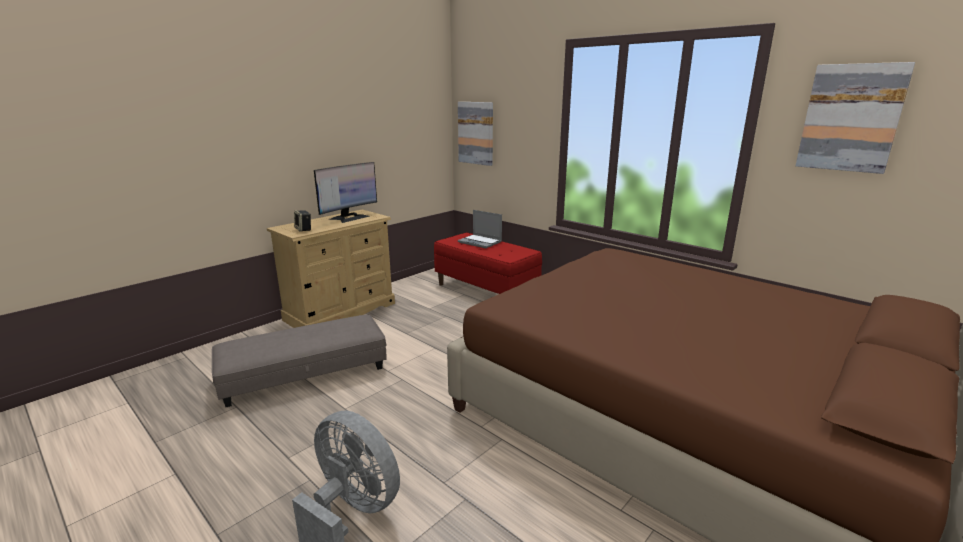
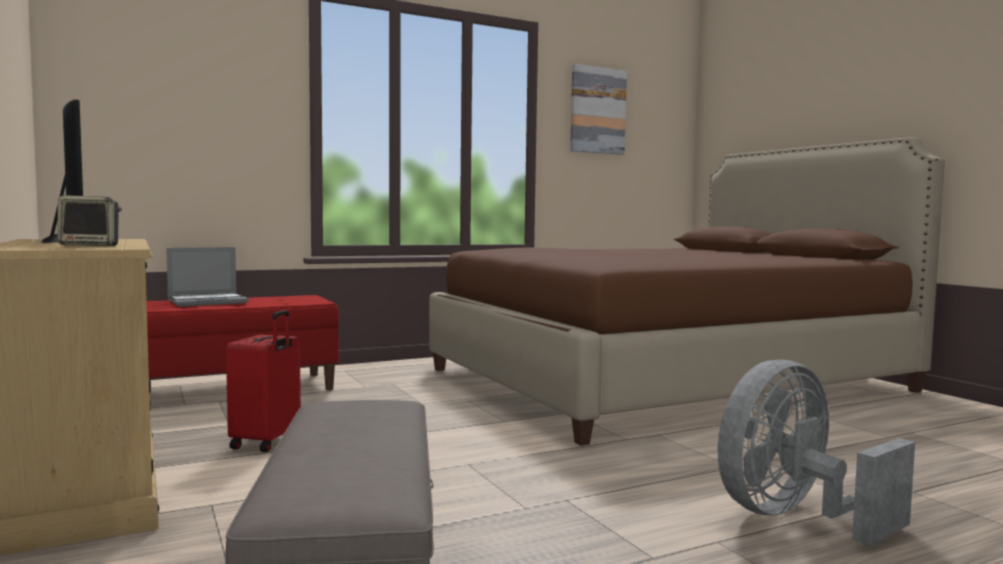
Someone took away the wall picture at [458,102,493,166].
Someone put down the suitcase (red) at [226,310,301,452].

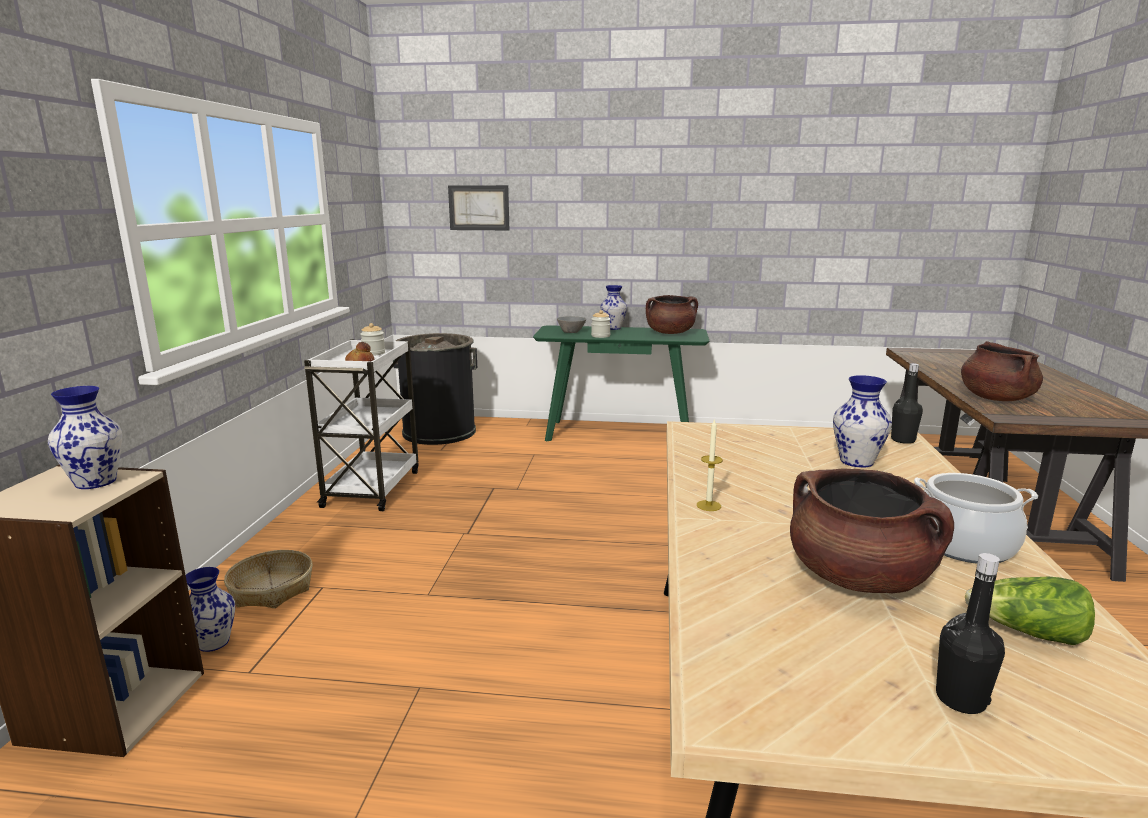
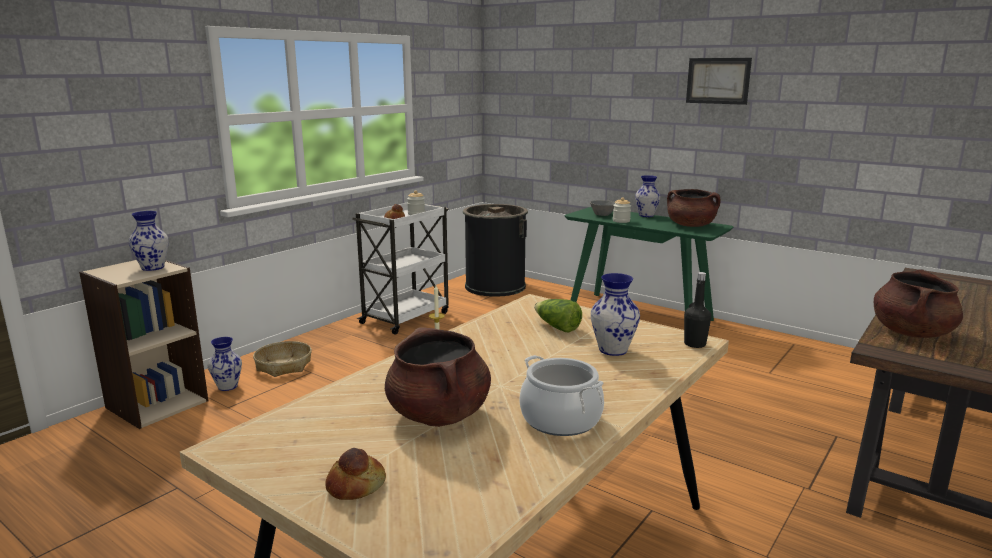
Someone carried the wall picture from [448,185,509,230] to [686,58,752,105].
Someone carried the head of lettuce from [965,577,1095,645] to [534,299,582,333].
Someone swapped the bottle (black-coloured) at [936,553,1005,714] for the baked bread at [325,448,386,500].

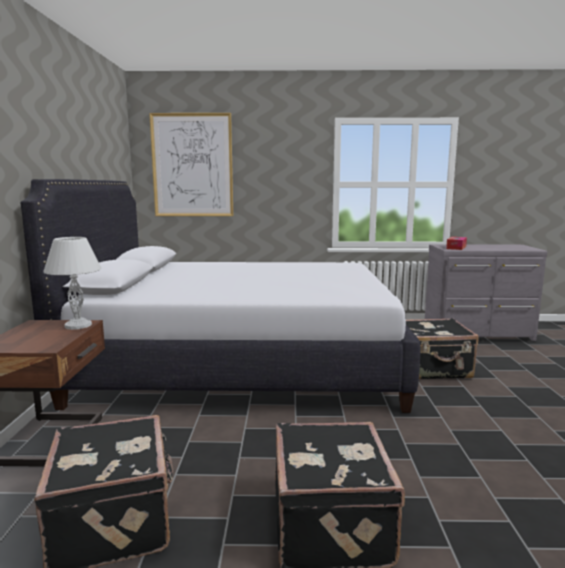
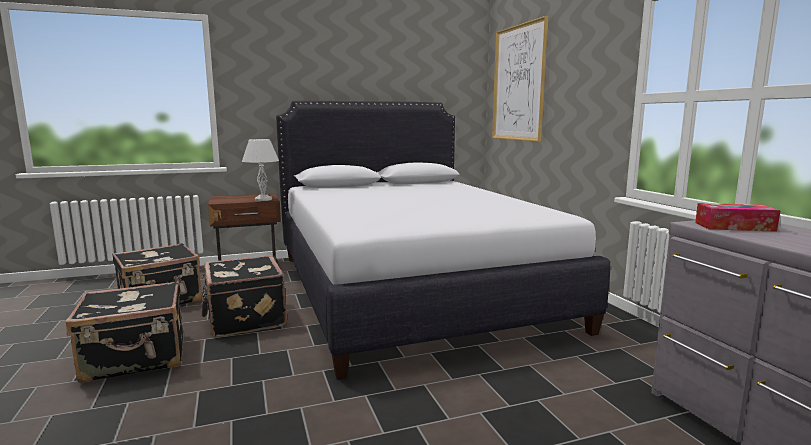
Someone carried the suitcase (black-coloured) from [406,318,479,379] to [202,255,287,337].

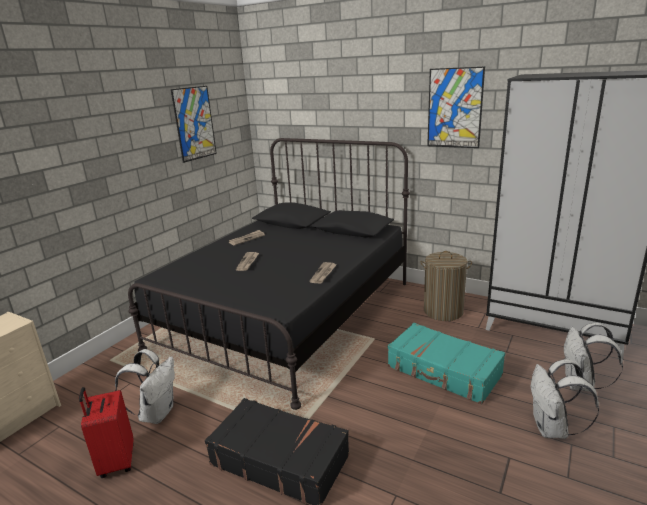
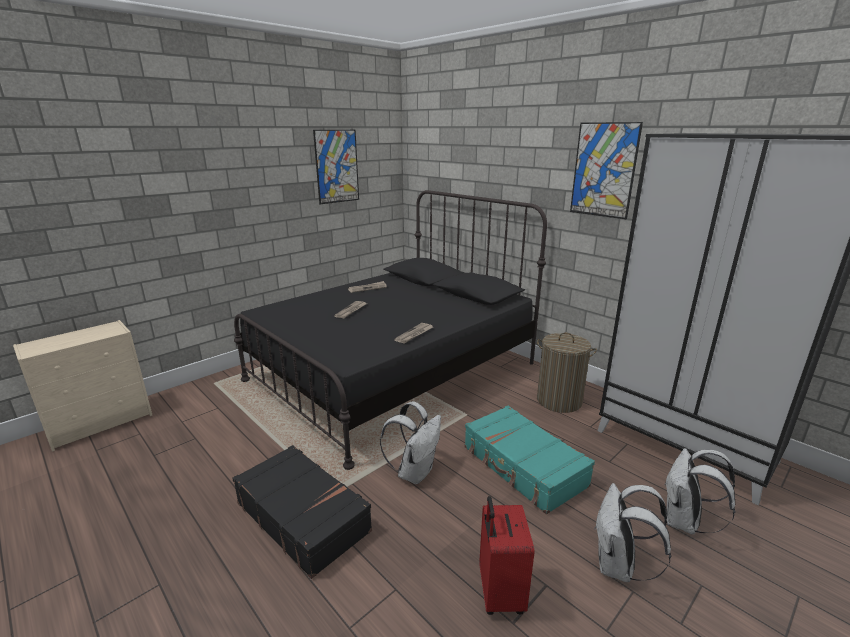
Someone carried the suitcase (red) from [79,387,134,478] to [479,496,534,615].
Someone carried the knapsack (whitish) from [115,349,175,424] to [380,401,441,484].

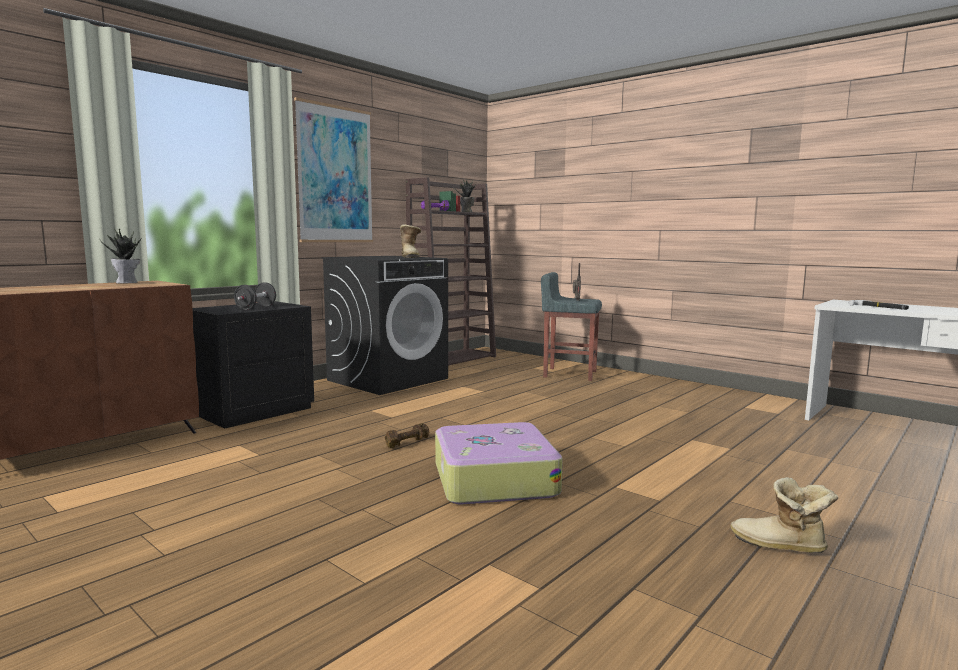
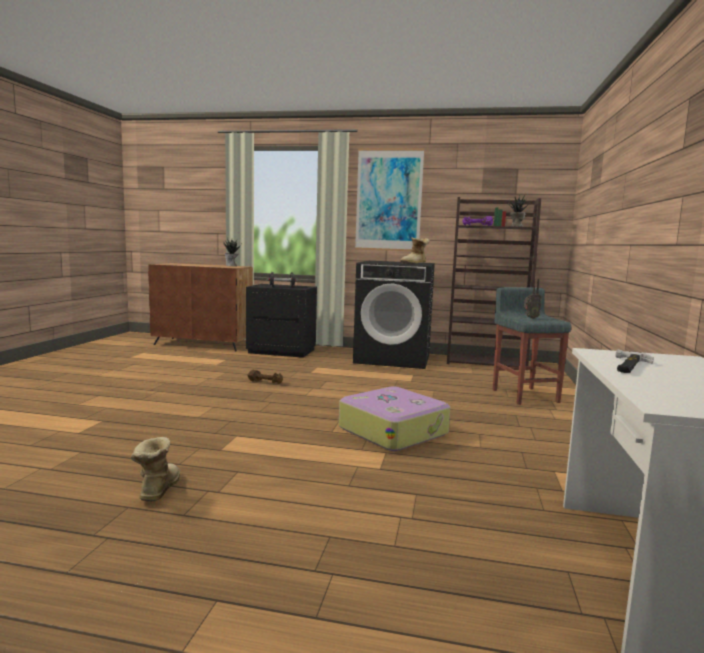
Someone carried the suitcase from [435,422,563,504] to [339,386,450,451].

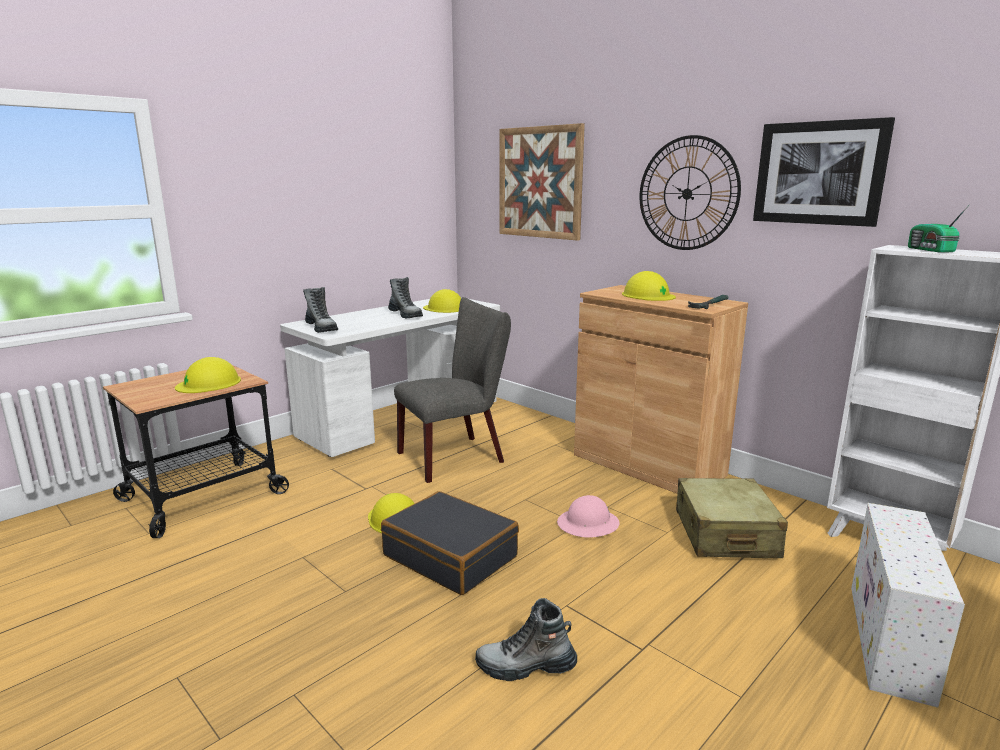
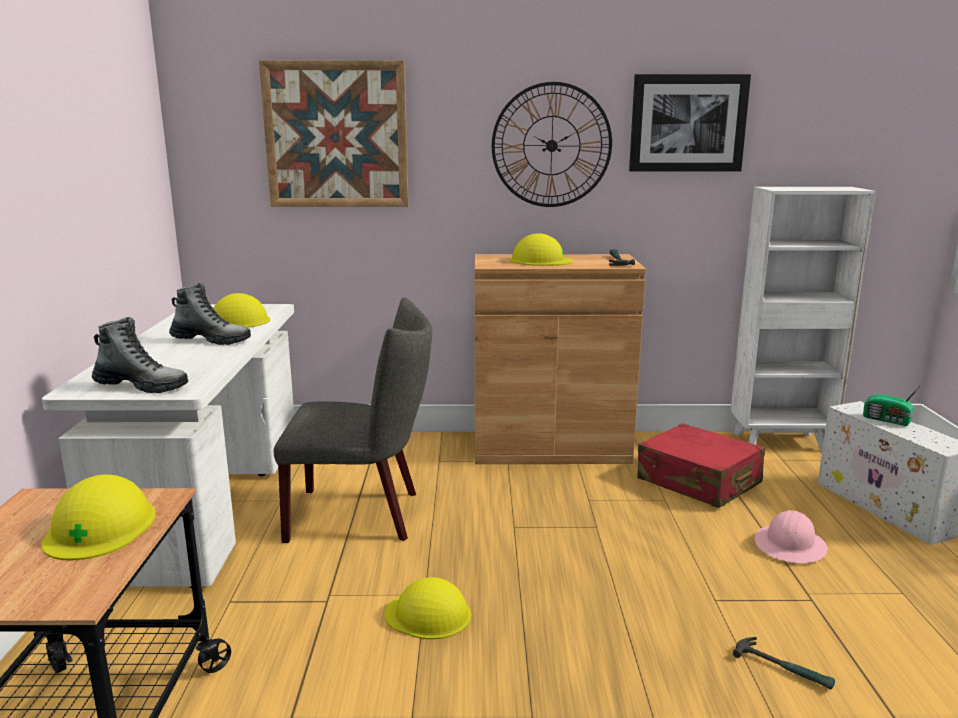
Someone took away the suitcase (black-coloured) at [381,491,519,595].
Someone carried the work helmet (pink-coloured) from [557,495,620,538] to [755,510,828,563].
Someone carried the radio set from [908,204,970,253] to [863,384,922,426].
Someone swapped the high-top boot at [475,598,577,681] for the hammer at [733,637,835,689].
Someone repainted the suitcase (beige-coloured) at [676,478,788,558], which became the suitcase (red) at [637,423,765,508].
Someone rotated the chair (greyish) at [394,297,511,483] by 75 degrees clockwise.

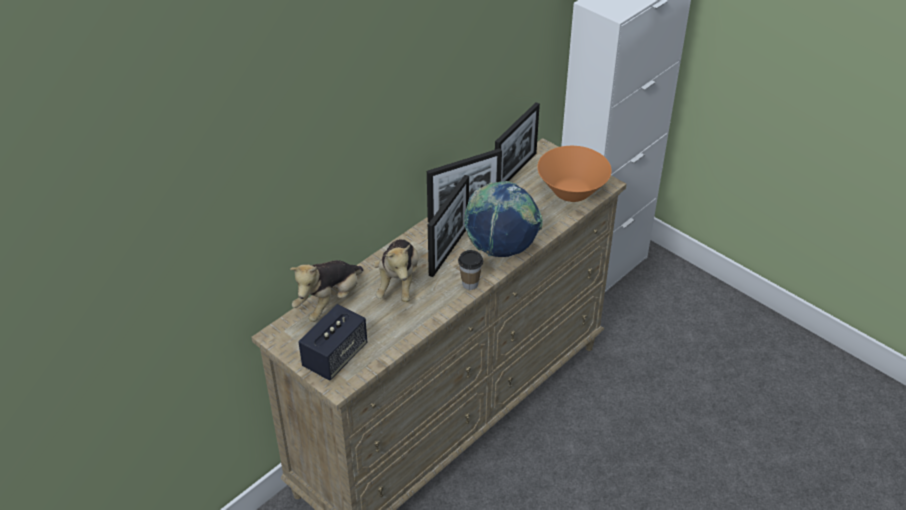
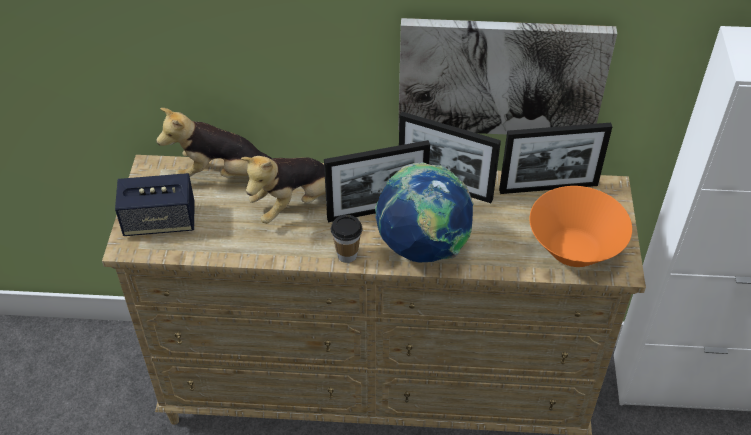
Someone put up the wall picture at [398,18,617,135].

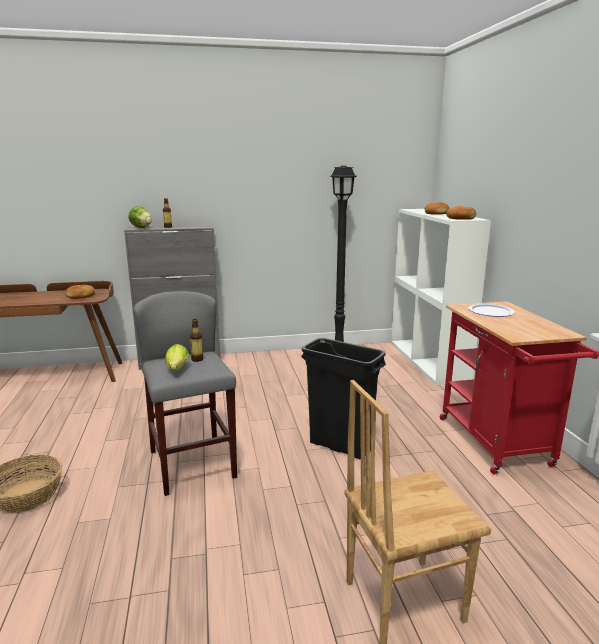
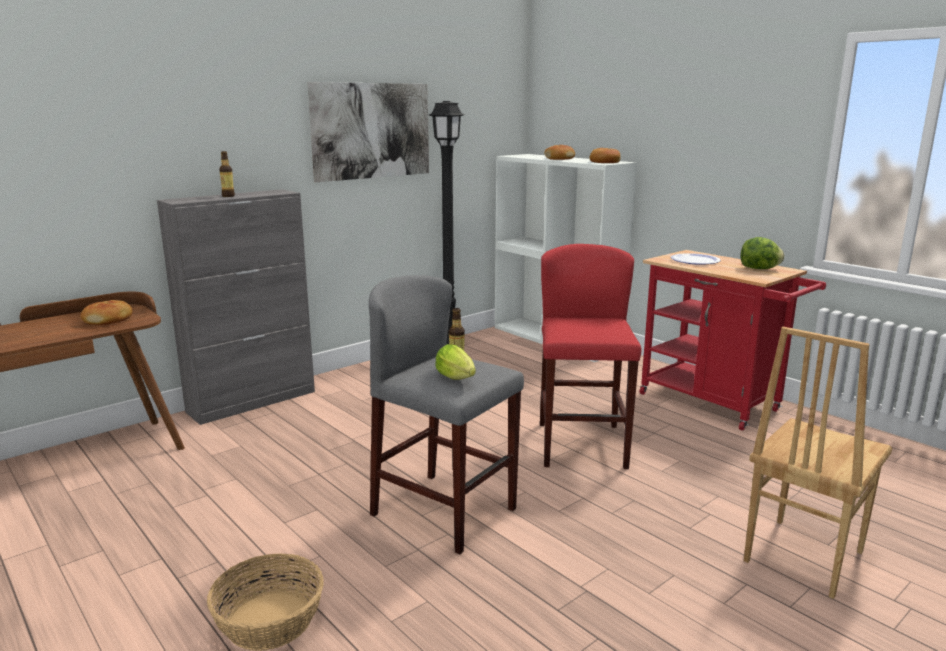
Someone put up the wall picture at [307,82,429,182].
Someone carried the head of lettuce from [128,206,152,228] to [741,237,784,269].
Someone swapped the rubbish bin (black-coloured) at [302,338,386,460] for the stool seat (red) at [540,244,642,469].

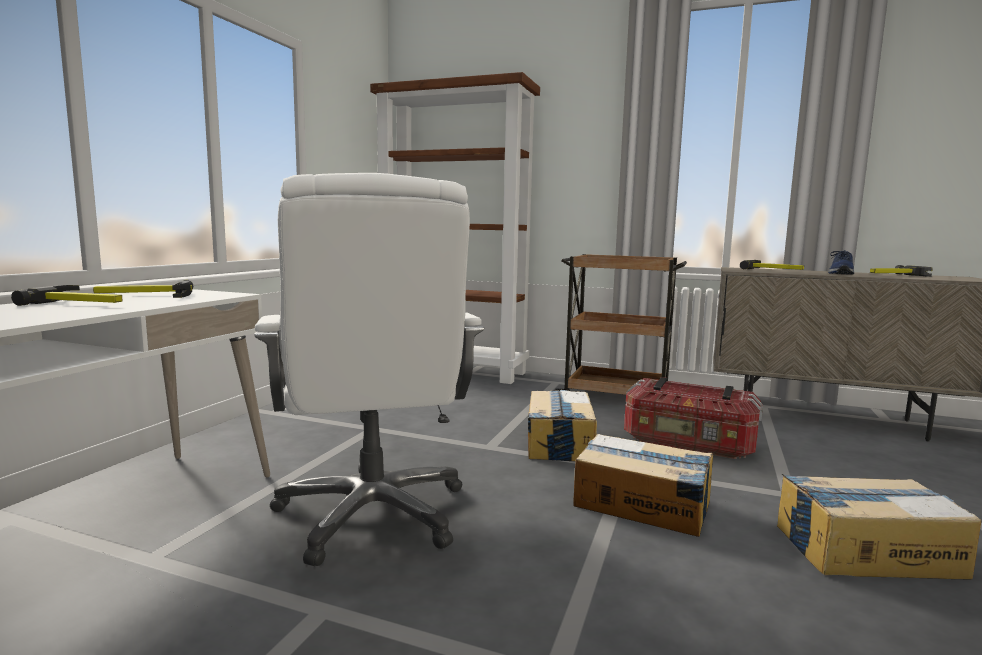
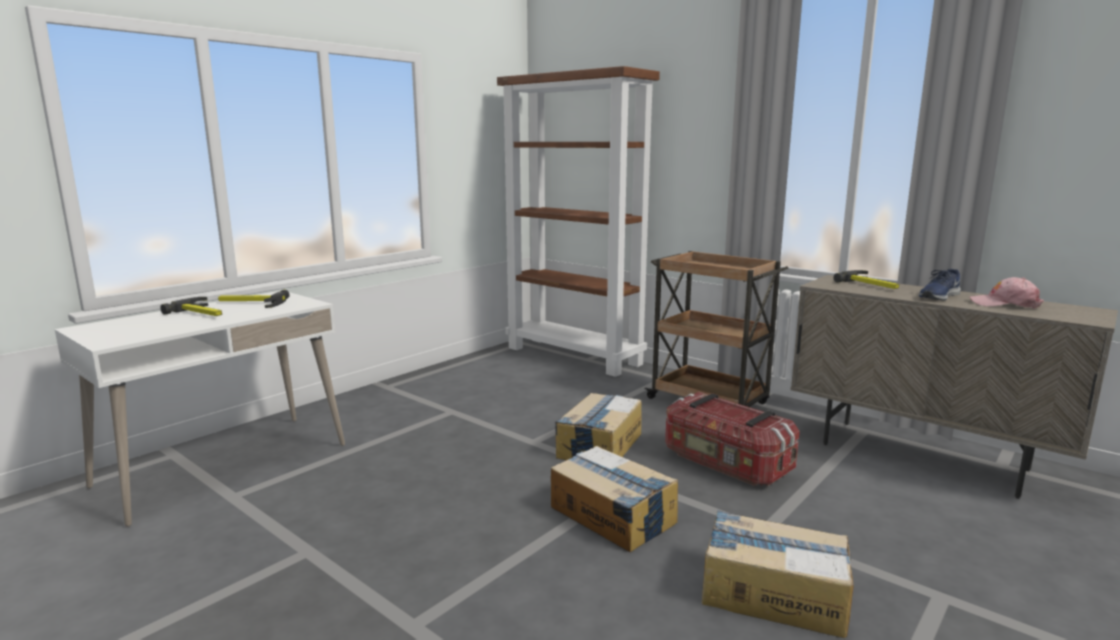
Someone took away the desk chair (whitish) at [254,173,484,566].
Someone swapped the hammer at [870,265,933,277] for the peaked cap (pink-coloured) at [969,277,1044,308].

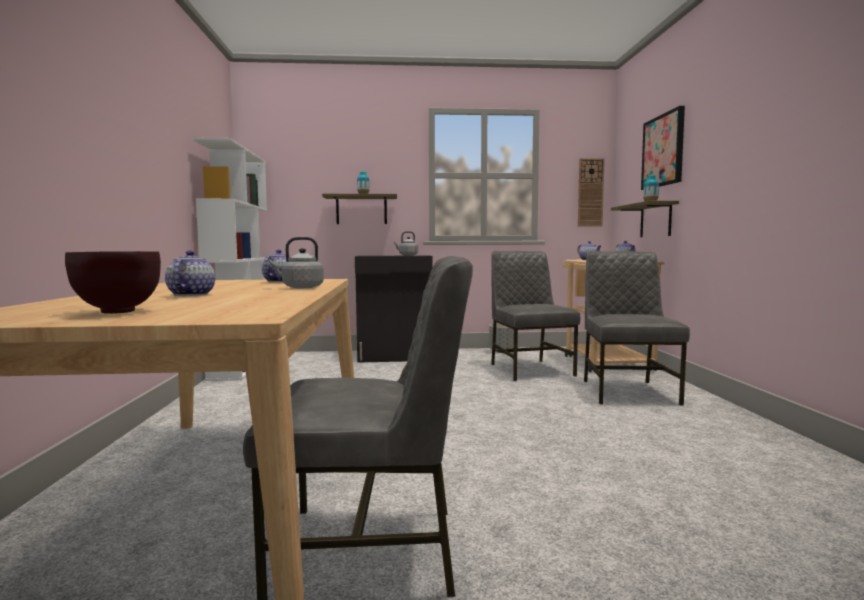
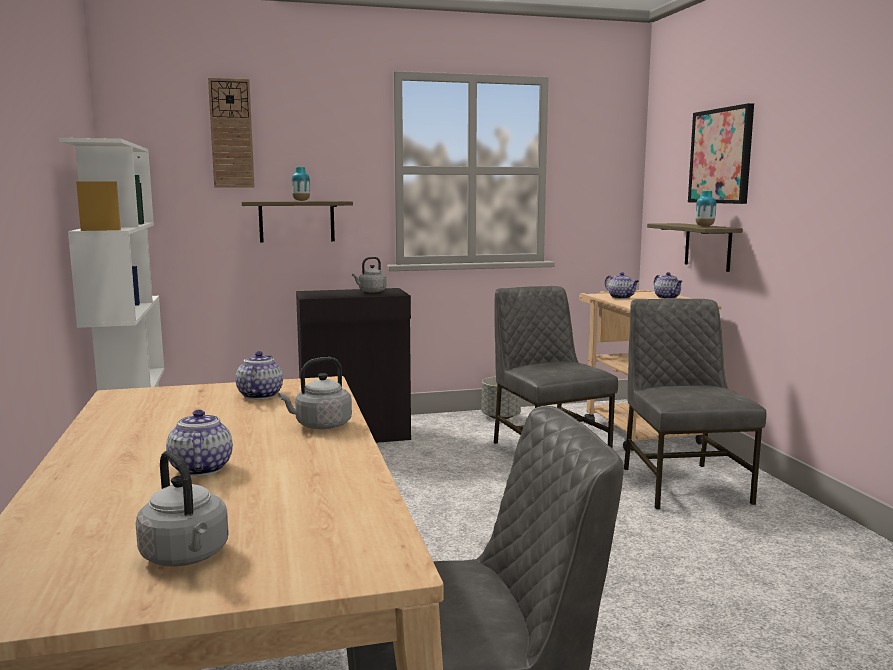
Someone carried the hanging clock from [578,158,605,226] to [208,78,255,187].
Someone swapped the deep dish (brown) at [65,251,161,314] for the tea kettle (greyish) at [135,450,229,567].

